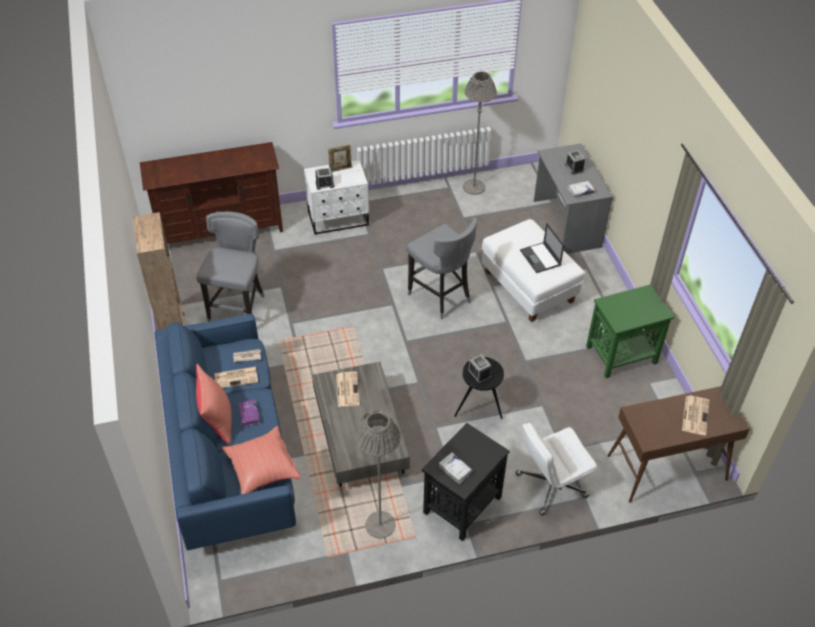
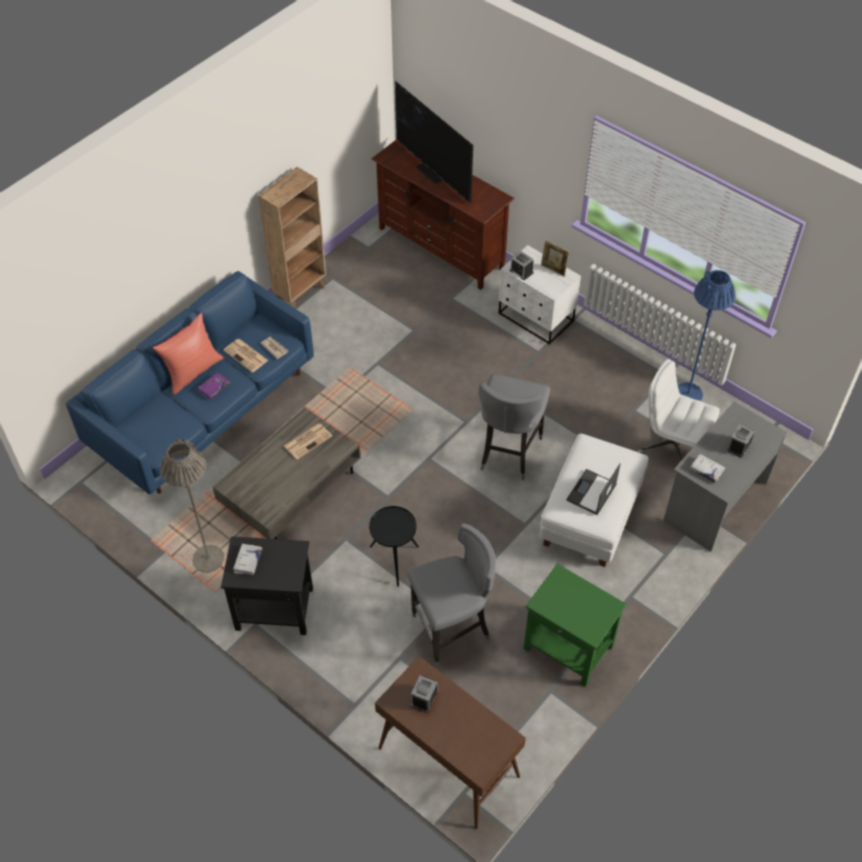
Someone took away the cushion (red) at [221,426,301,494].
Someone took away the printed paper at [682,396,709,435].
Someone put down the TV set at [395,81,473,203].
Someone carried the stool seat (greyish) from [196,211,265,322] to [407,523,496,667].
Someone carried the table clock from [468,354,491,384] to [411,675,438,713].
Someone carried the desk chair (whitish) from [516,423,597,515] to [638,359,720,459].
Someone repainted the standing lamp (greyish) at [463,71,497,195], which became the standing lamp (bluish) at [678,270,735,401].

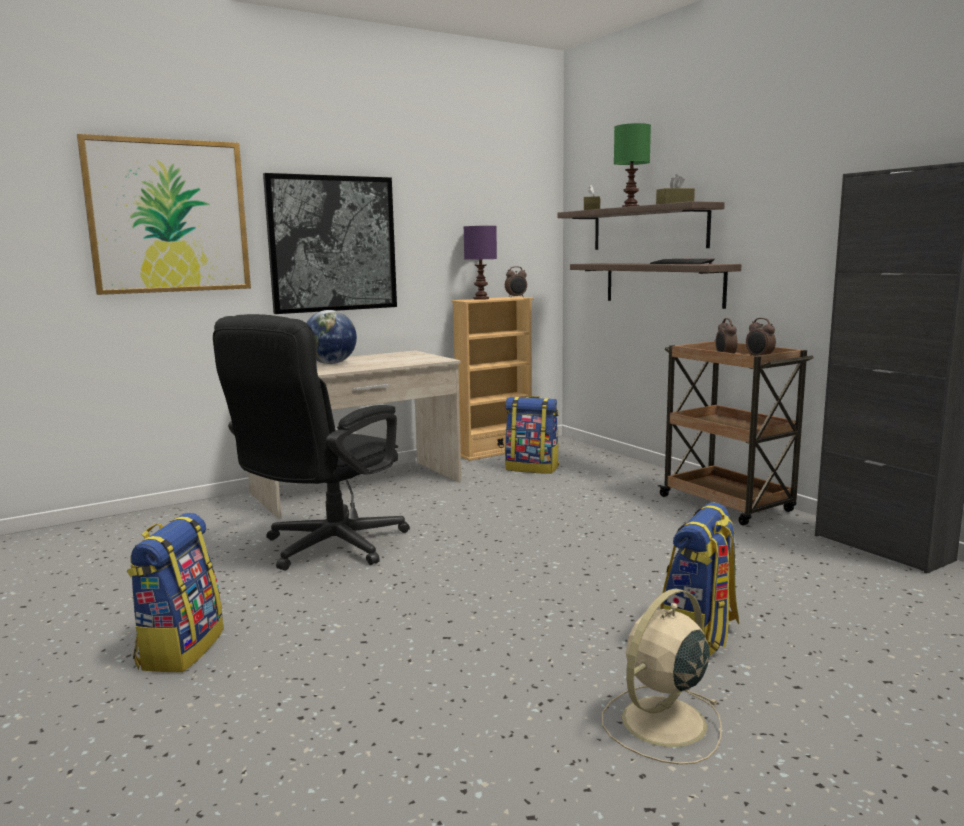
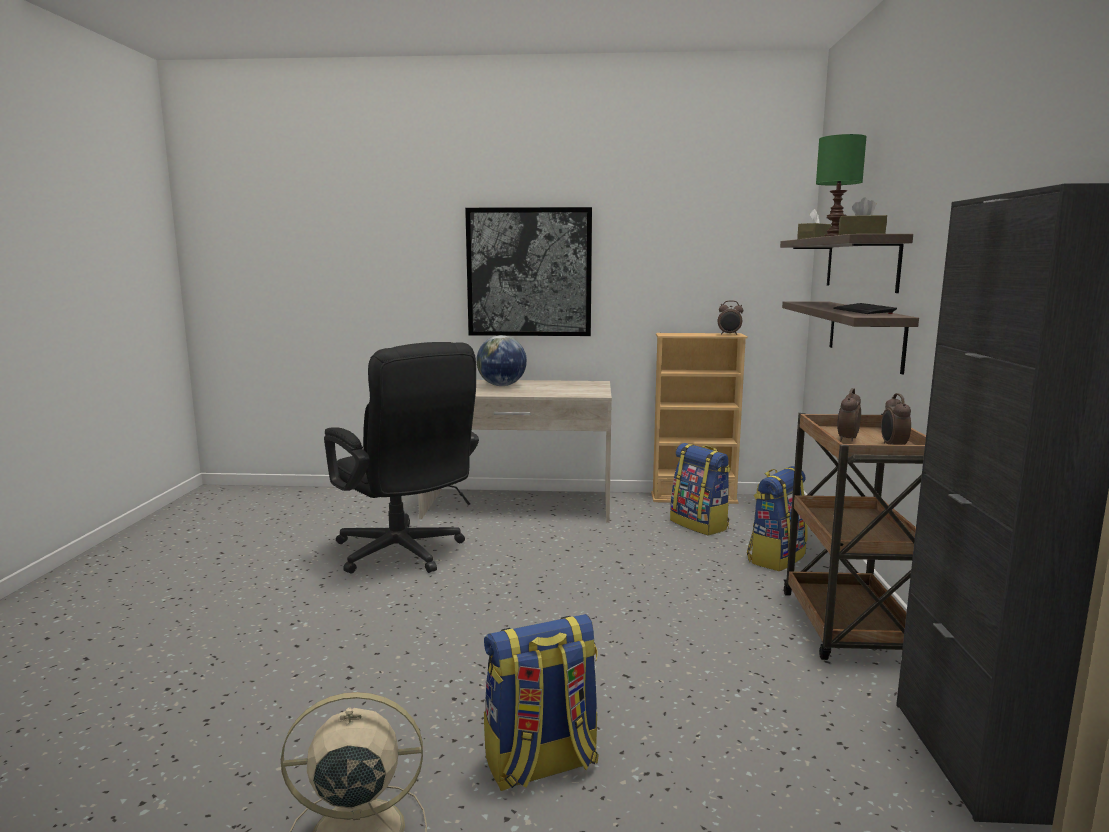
Someone took away the wall picture at [77,134,251,295].
Someone took away the lamp for a table (purple) at [464,226,497,300].
Someone carried the knapsack from [127,513,224,672] to [747,466,808,571].
Someone rotated the desk chair (black-coloured) at [213,314,410,571] by 105 degrees counterclockwise.

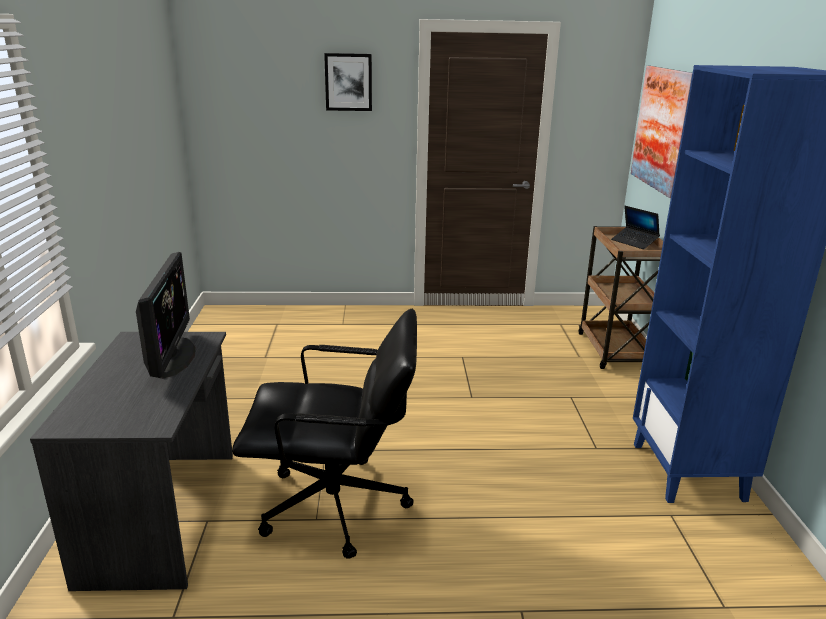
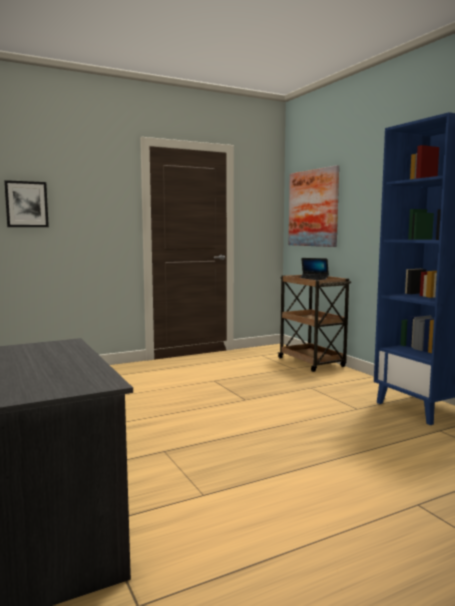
Someone took away the computer display at [136,252,196,379].
Someone took away the desk chair (black-coloured) at [232,309,417,559].
Someone carried the wall picture from [324,53,372,111] to [4,180,49,227].

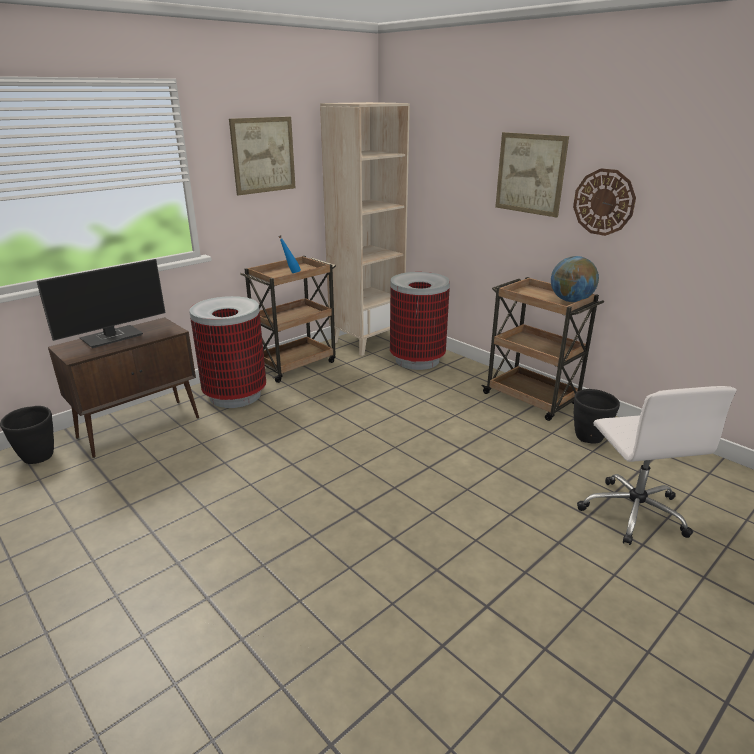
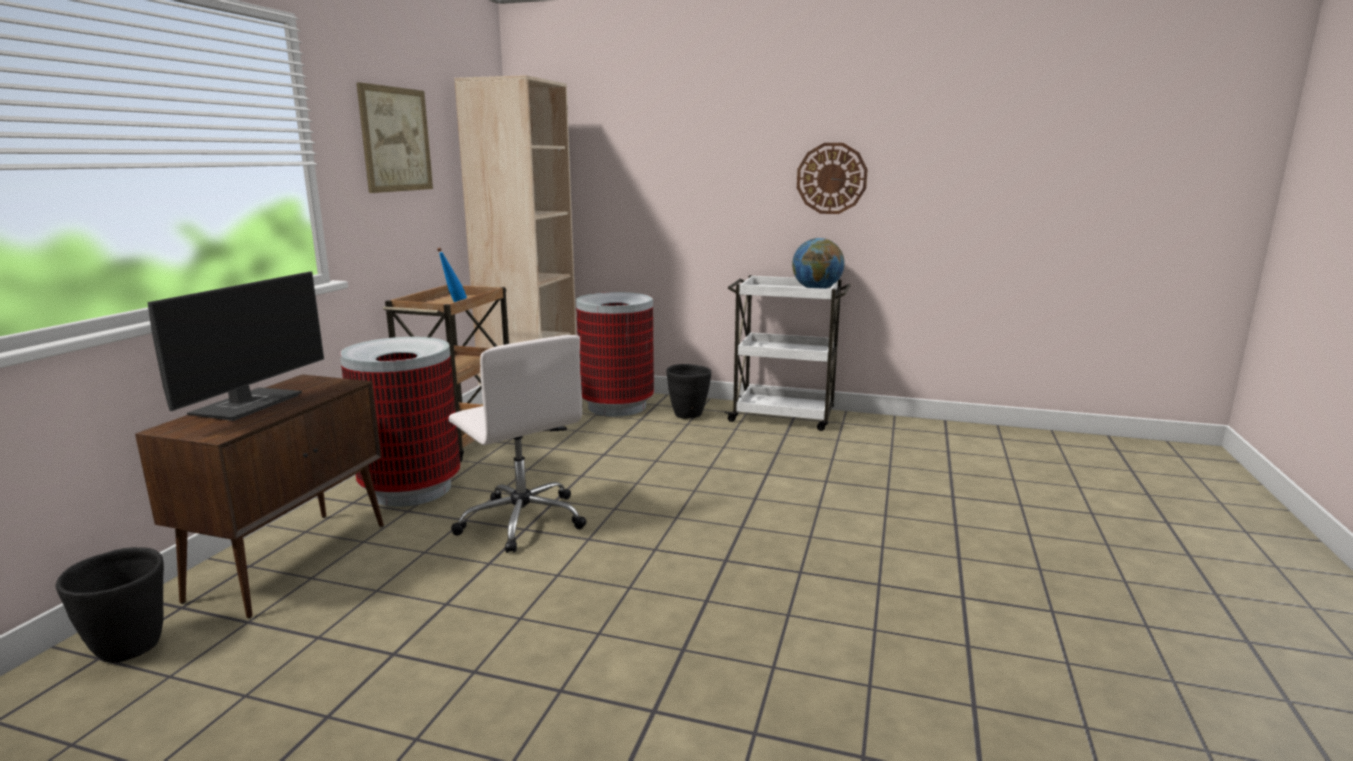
Someone took away the wall picture at [495,132,569,217].
Someone carried the plant pot (black-coloured) from [574,389,620,444] to [666,364,711,419].
Someone carried the desk chair (whitish) from [577,386,737,545] to [449,335,586,553].
Someone repainted the cart (brown) at [481,277,604,421], which became the cart (whitish) at [724,275,851,431].

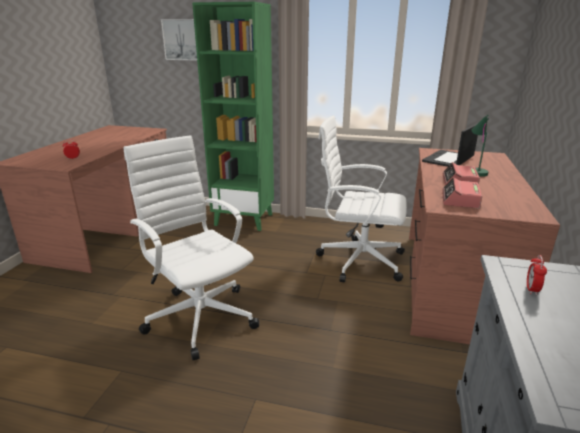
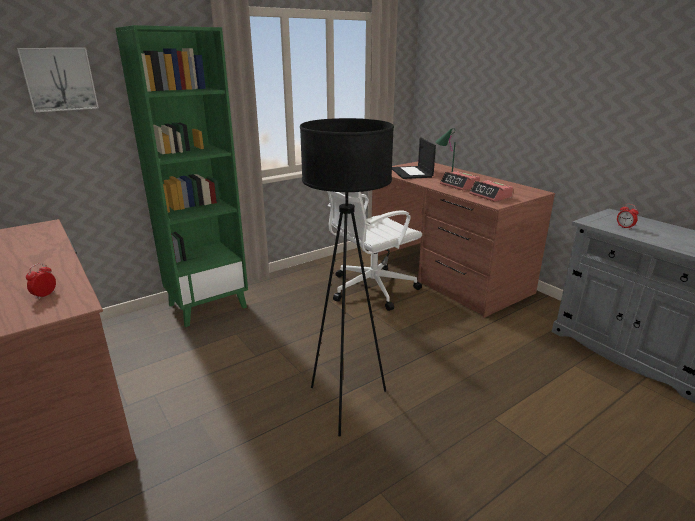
Someone swapped the desk chair (whitish) at [123,135,259,360] for the standing lamp (black-coloured) at [300,118,394,437].

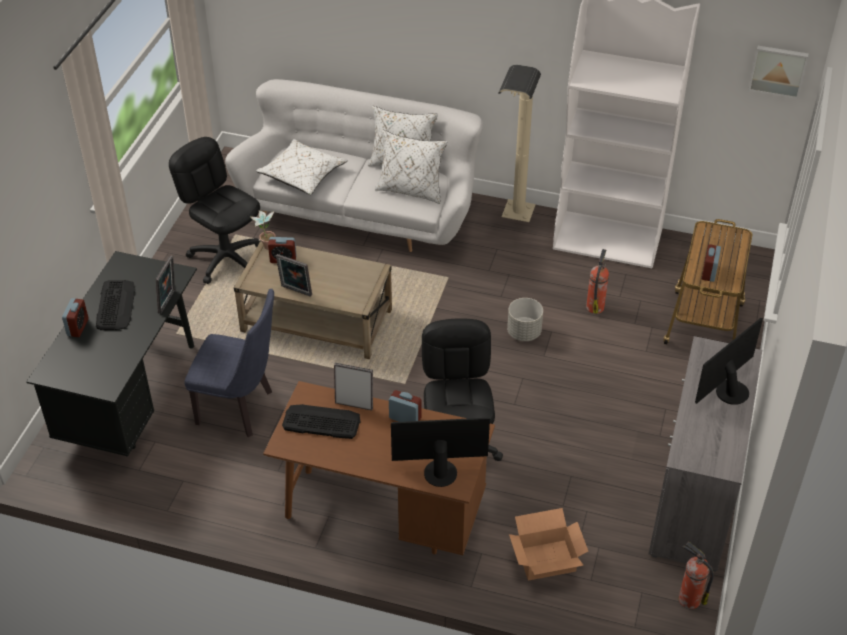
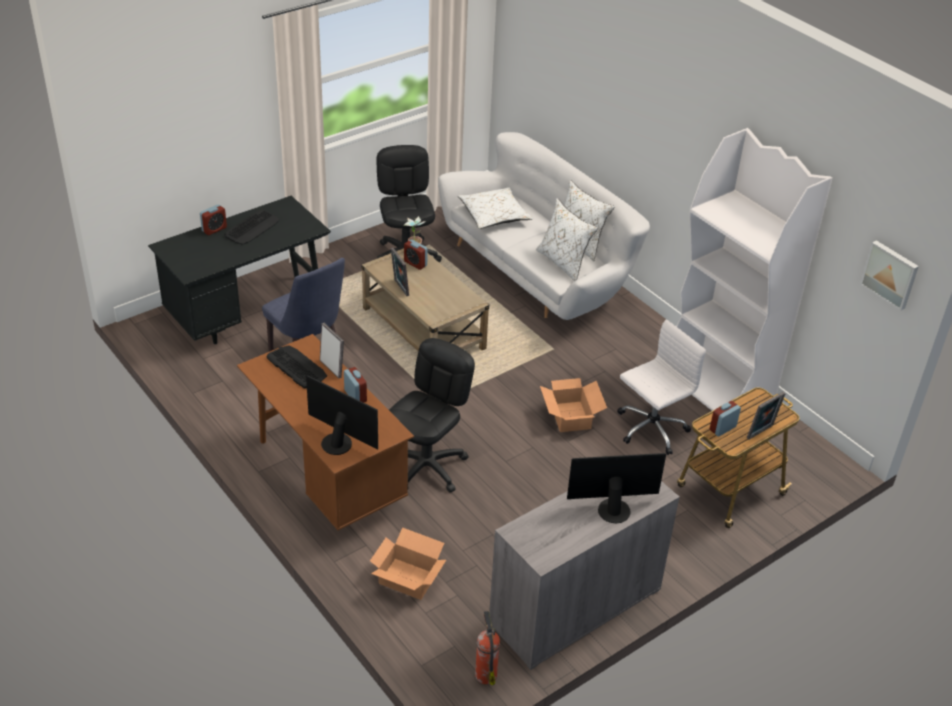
Someone took away the standing lamp (beige-coloured) at [498,65,541,222].
Someone carried the standing frame from [156,255,175,314] to [747,392,786,440].
Someone swapped the plant pot (greyish) at [507,298,543,341] for the packing box at [540,378,607,432].
Someone swapped the extinguisher at [586,249,609,314] for the desk chair (whitish) at [617,319,706,455].

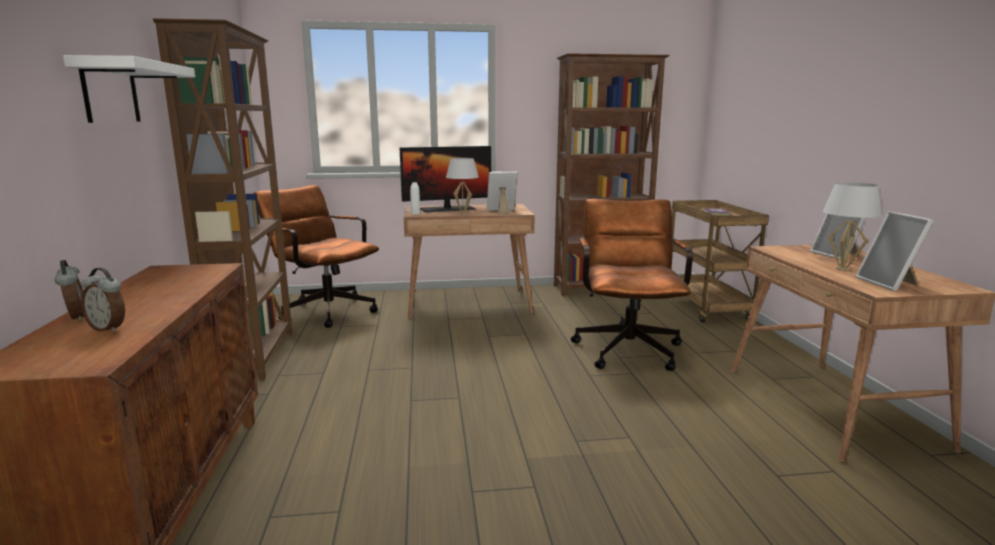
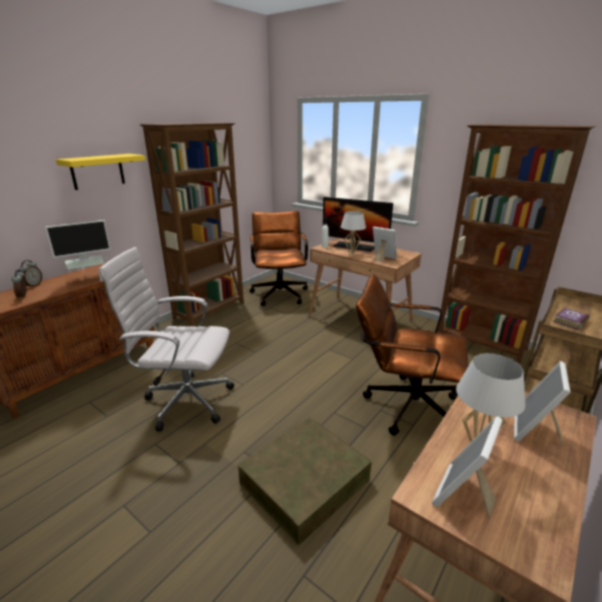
Someone put down the computer display at [45,220,111,275].
Someone put down the desk chair (whitish) at [99,247,234,431].
Someone put down the storage container (brown) at [238,417,372,545].
Someone repainted the shelf (whitish) at [63,55,195,123], which became the shelf (yellow-coloured) at [56,154,145,190].
Someone rotated the desk chair (brown) at [570,199,693,371] by 120 degrees counterclockwise.

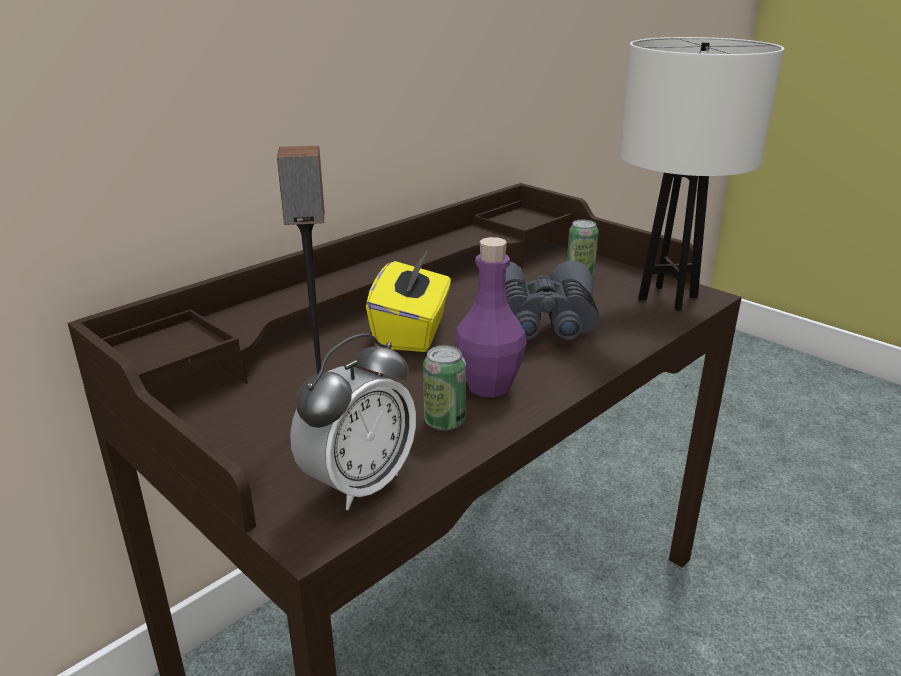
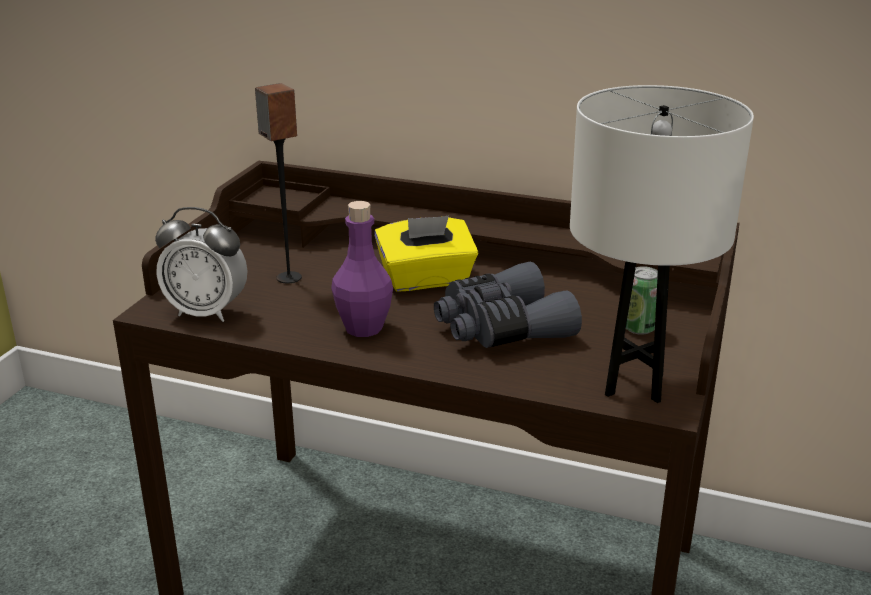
Someone took away the can at [423,346,466,431].

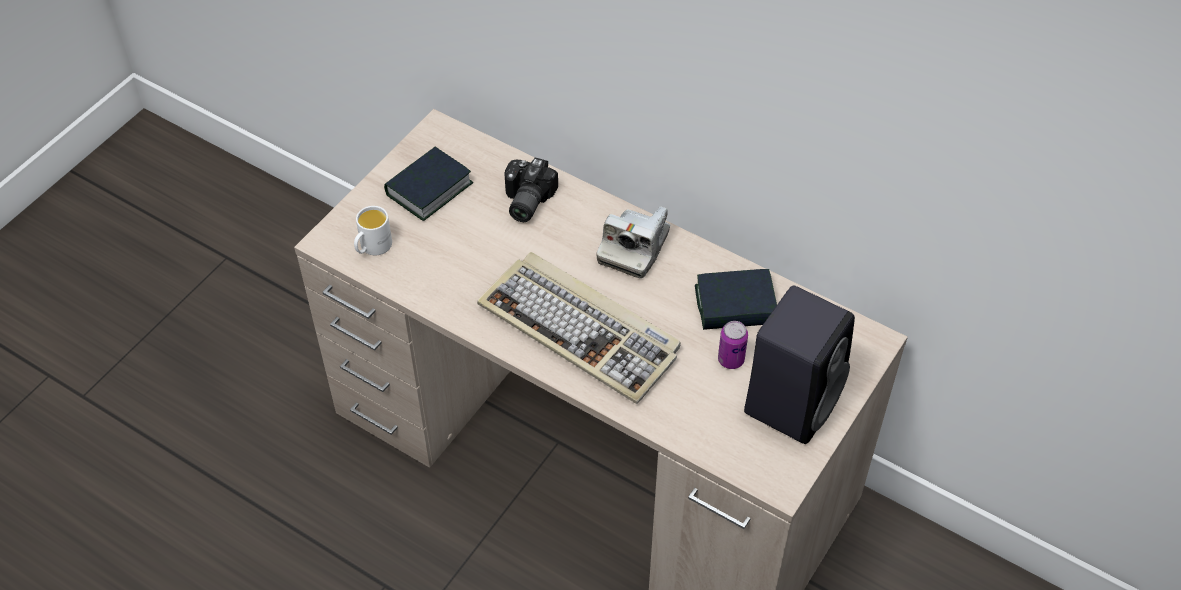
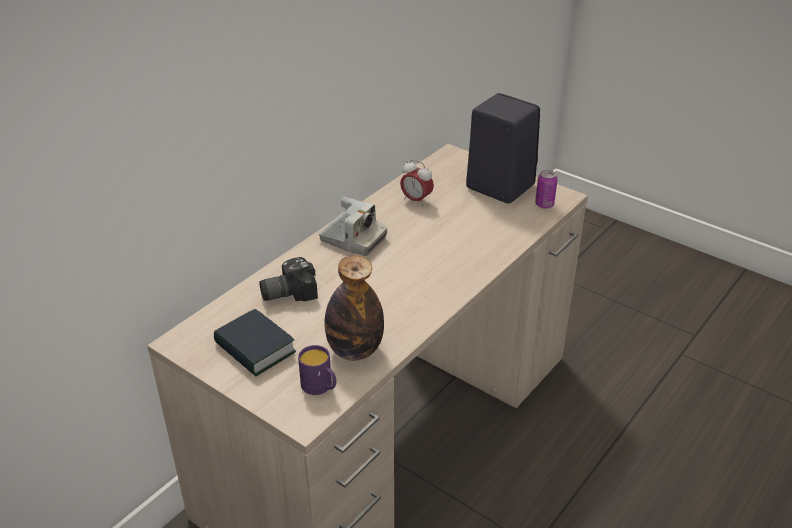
Someone took away the keyboard at [477,252,681,404].
Someone put down the bottle at [324,255,384,361].
Someone carried the can from [718,321,748,369] to [535,170,558,209].
Someone swapped the bound book at [695,269,777,330] for the table clock at [400,160,434,206].
Someone repainted the mug (whitish) at [354,206,392,255], which became the mug (purple) at [298,345,336,395].
Someone rotated the still camera at [504,158,558,222] by 135 degrees clockwise.

